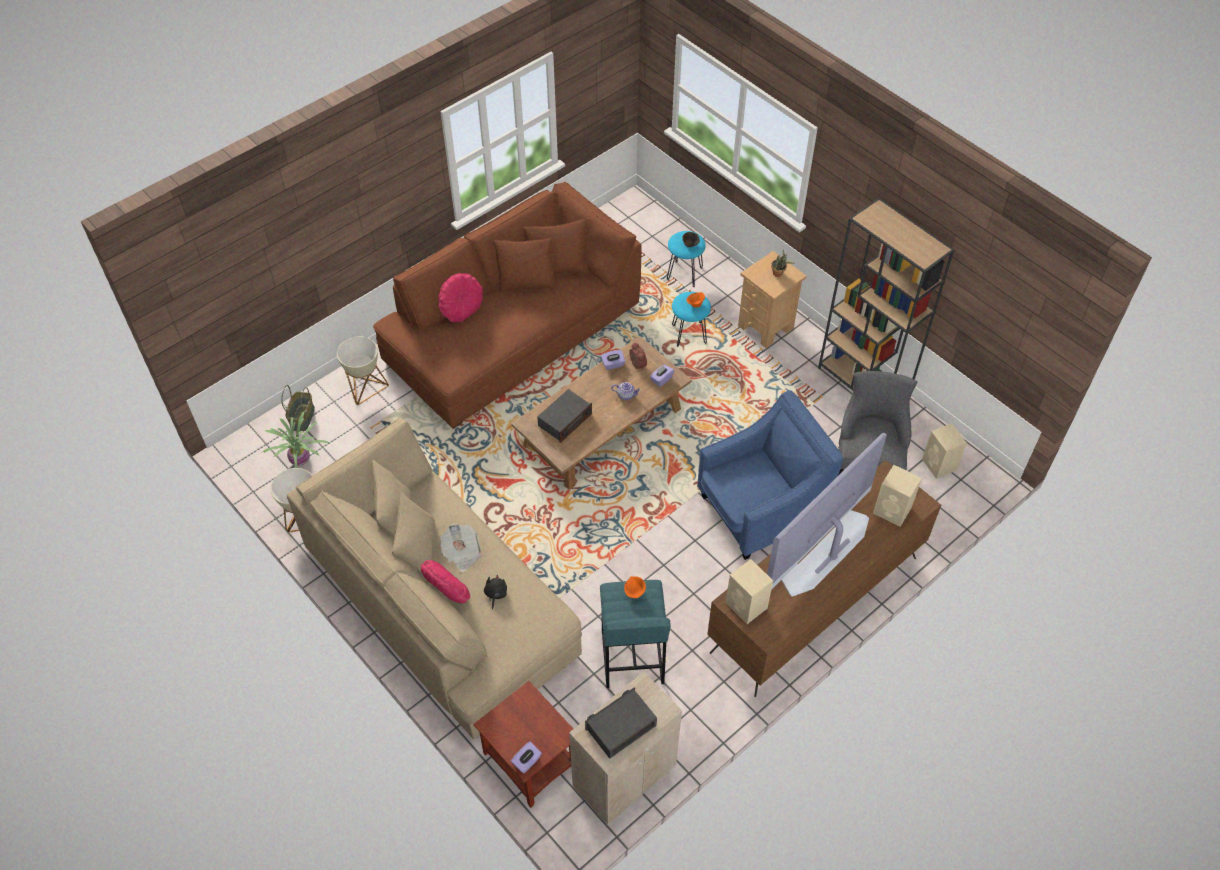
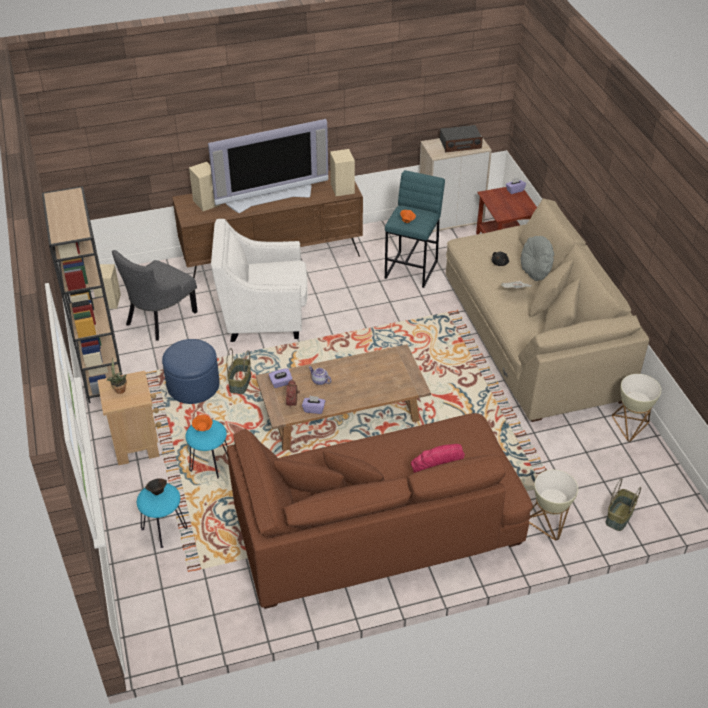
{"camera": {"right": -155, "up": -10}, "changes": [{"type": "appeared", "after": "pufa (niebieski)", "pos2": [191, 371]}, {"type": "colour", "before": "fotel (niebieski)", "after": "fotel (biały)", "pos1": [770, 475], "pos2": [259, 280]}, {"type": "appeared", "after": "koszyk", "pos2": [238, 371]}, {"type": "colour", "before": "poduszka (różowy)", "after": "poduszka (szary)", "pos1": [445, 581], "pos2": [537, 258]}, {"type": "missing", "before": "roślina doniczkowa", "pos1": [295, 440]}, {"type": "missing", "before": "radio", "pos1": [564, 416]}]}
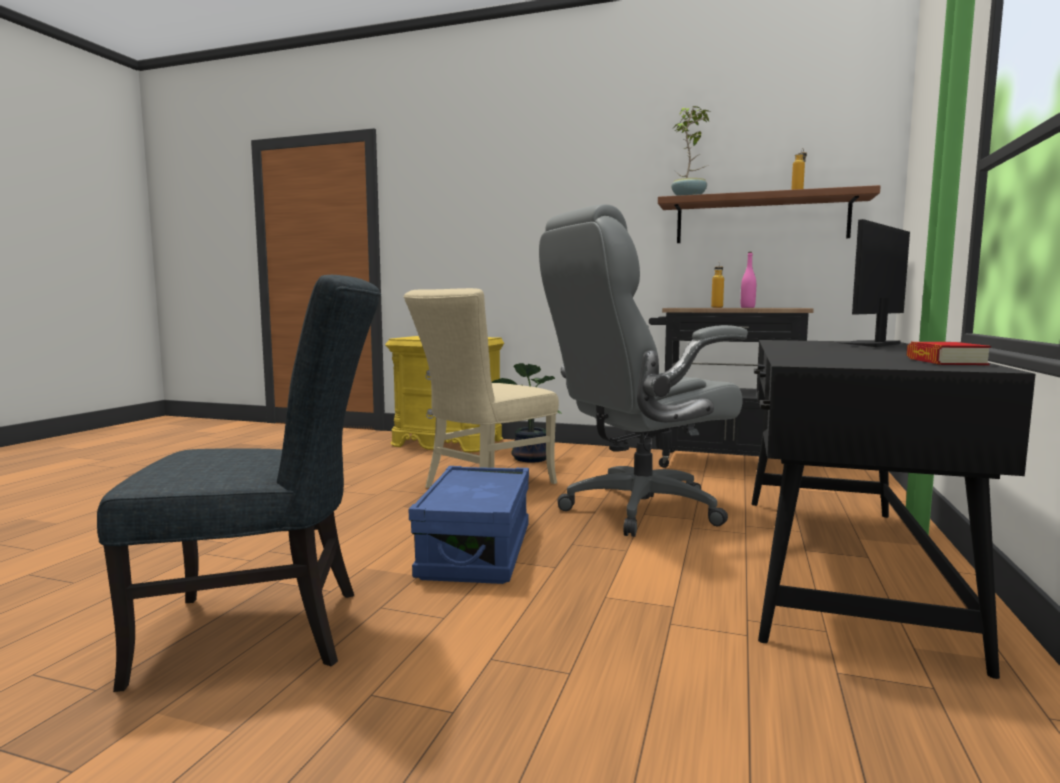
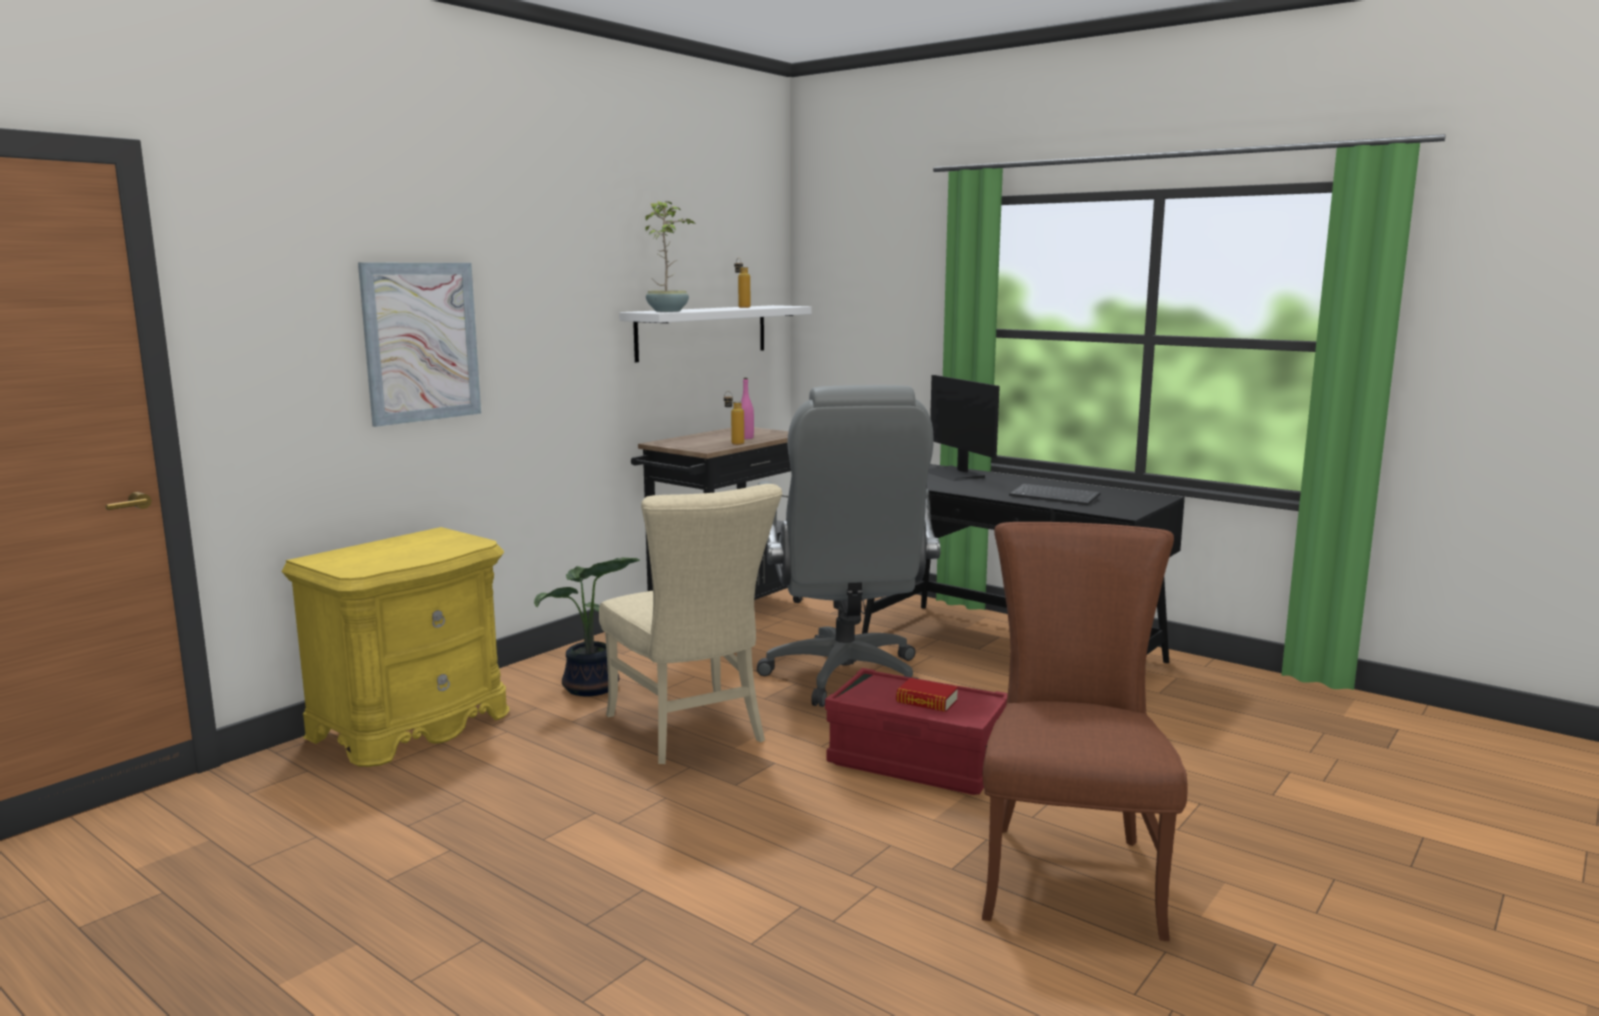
{"camera": {"right": -70, "up": 5}, "changes": [{"type": "appeared", "after": "obraz", "pos2": [419, 345]}, {"type": "colour", "before": "półka (brązowy)", "after": "półka (biały)", "pos1": [769, 214], "pos2": [715, 333]}, {"type": "colour", "before": "pojemnik do przechowywania (niebieski)", "after": "pojemnik do przechowywania (czerwony)", "pos1": [469, 525], "pos2": [916, 731]}, {"type": "relocated", "before": "książka", "pos1": [949, 353], "pos2": [927, 695]}, {"type": "colour", "before": "krzesło (szary)", "after": "krzesło (brązowy)", "pos1": [239, 483], "pos2": [1084, 731]}, {"type": "appeared", "after": "klawiatura", "pos2": [1055, 494]}]}
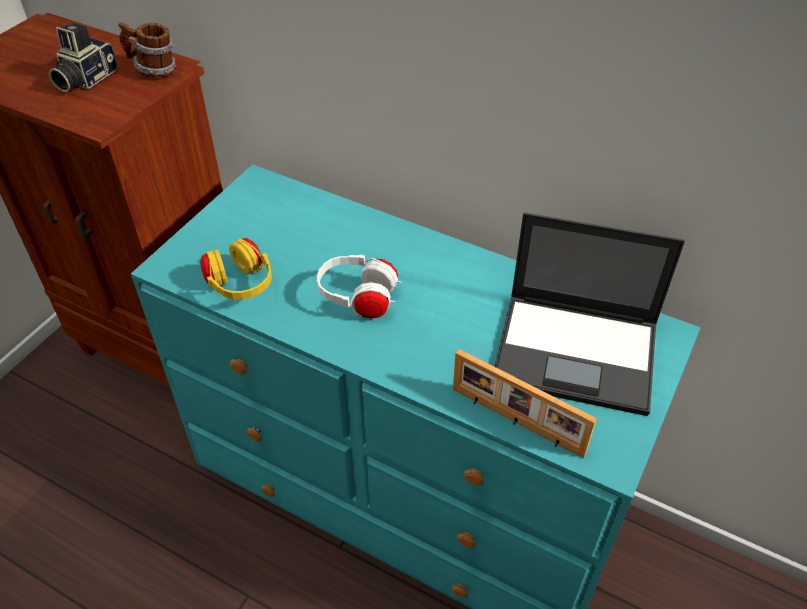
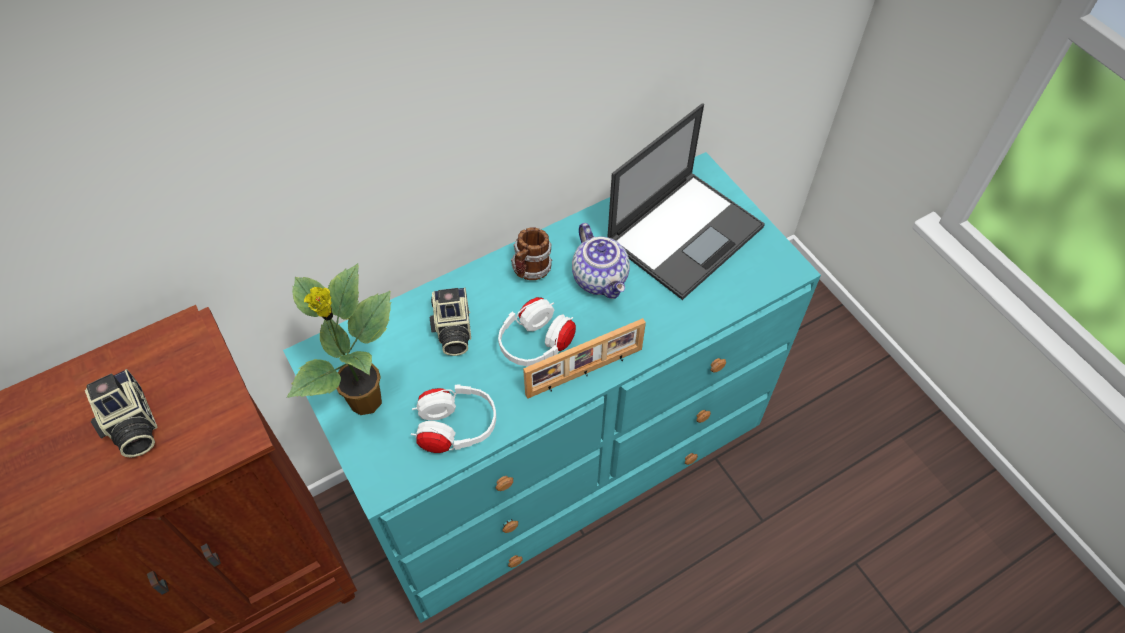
{"camera": {"right": -60, "up": 10}, "changes": [{"type": "appeared", "after": "roślina doniczkowa", "pos2": [339, 339]}, {"type": "colour", "before": "słuchawki (żółty)", "after": "słuchawki (biały)", "pos1": [236, 269], "pos2": [453, 419]}, {"type": "appeared", "after": "aparat fotograficzny", "pos2": [450, 321]}, {"type": "relocated", "before": "kubek", "pos1": [147, 50], "pos2": [531, 254]}, {"type": "relocated", "before": "ramka na zdjęcie", "pos1": [525, 403], "pos2": [584, 358]}, {"type": "appeared", "after": "imbryk", "pos2": [601, 261]}]}
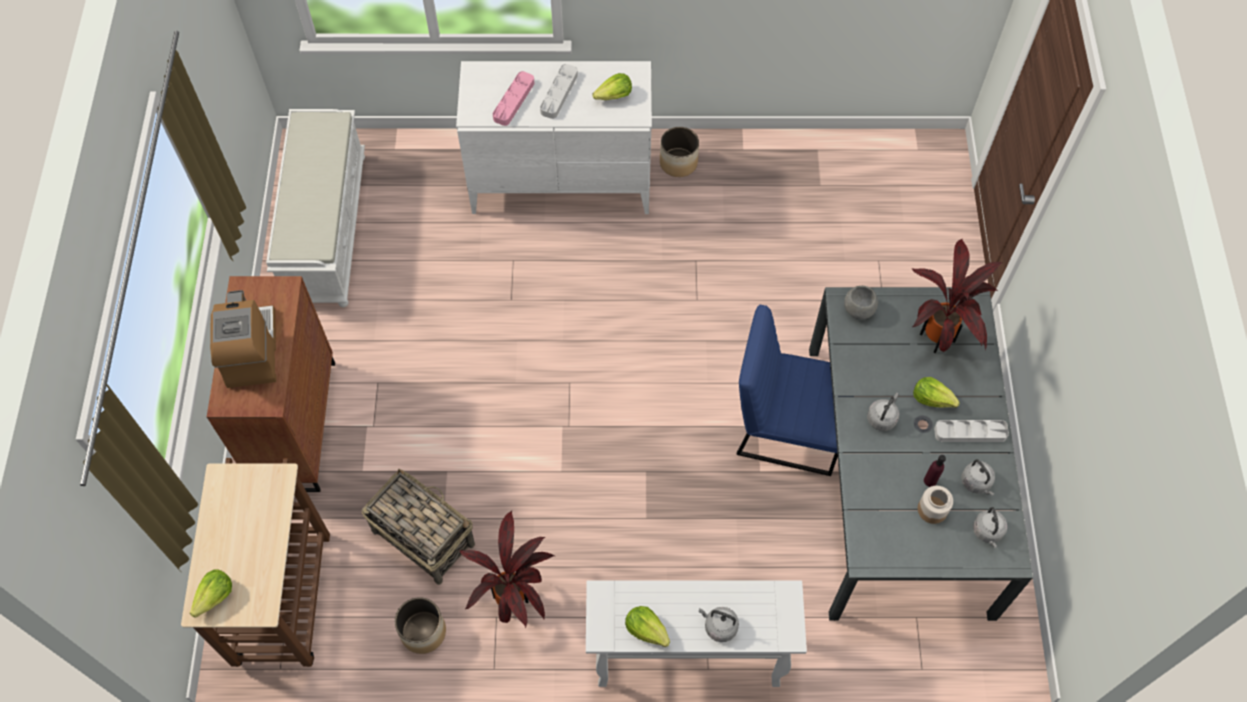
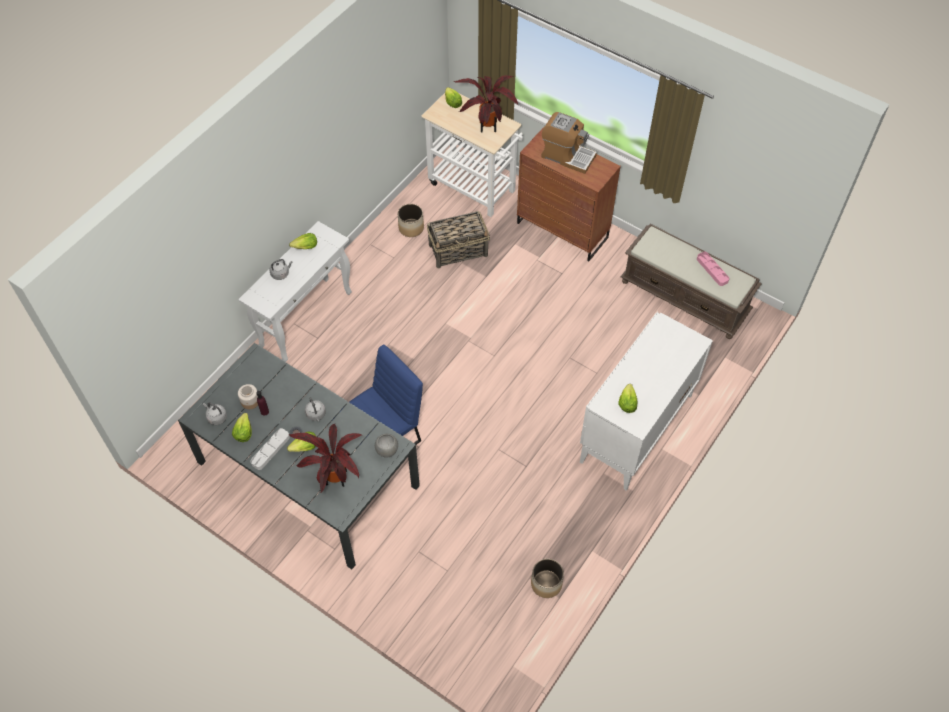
{"camera": {"right": 125, "up": -5}, "changes": [{"type": "exchanged", "before": "czajnik (szary)", "after": "sałata", "pos1": [978, 477], "pos2": [242, 427]}, {"type": "colour", "before": "wózek (brązowy)", "after": "wózek (biały)", "pos1": [255, 562], "pos2": [472, 155]}, {"type": "relocated", "before": "roślina doniczkowa", "pos1": [507, 569], "pos2": [485, 104]}, {"type": "relocated", "before": "donica", "pos1": [679, 152], "pos2": [547, 578]}, {"type": "colour", "before": "ławka (biały)", "after": "ławka (brązowy)", "pos1": [315, 208], "pos2": [691, 281]}, {"type": "relocated", "before": "taca (różowy)", "pos1": [514, 98], "pos2": [713, 269]}, {"type": "missing", "before": "taca (szary)", "pos1": [559, 91]}]}
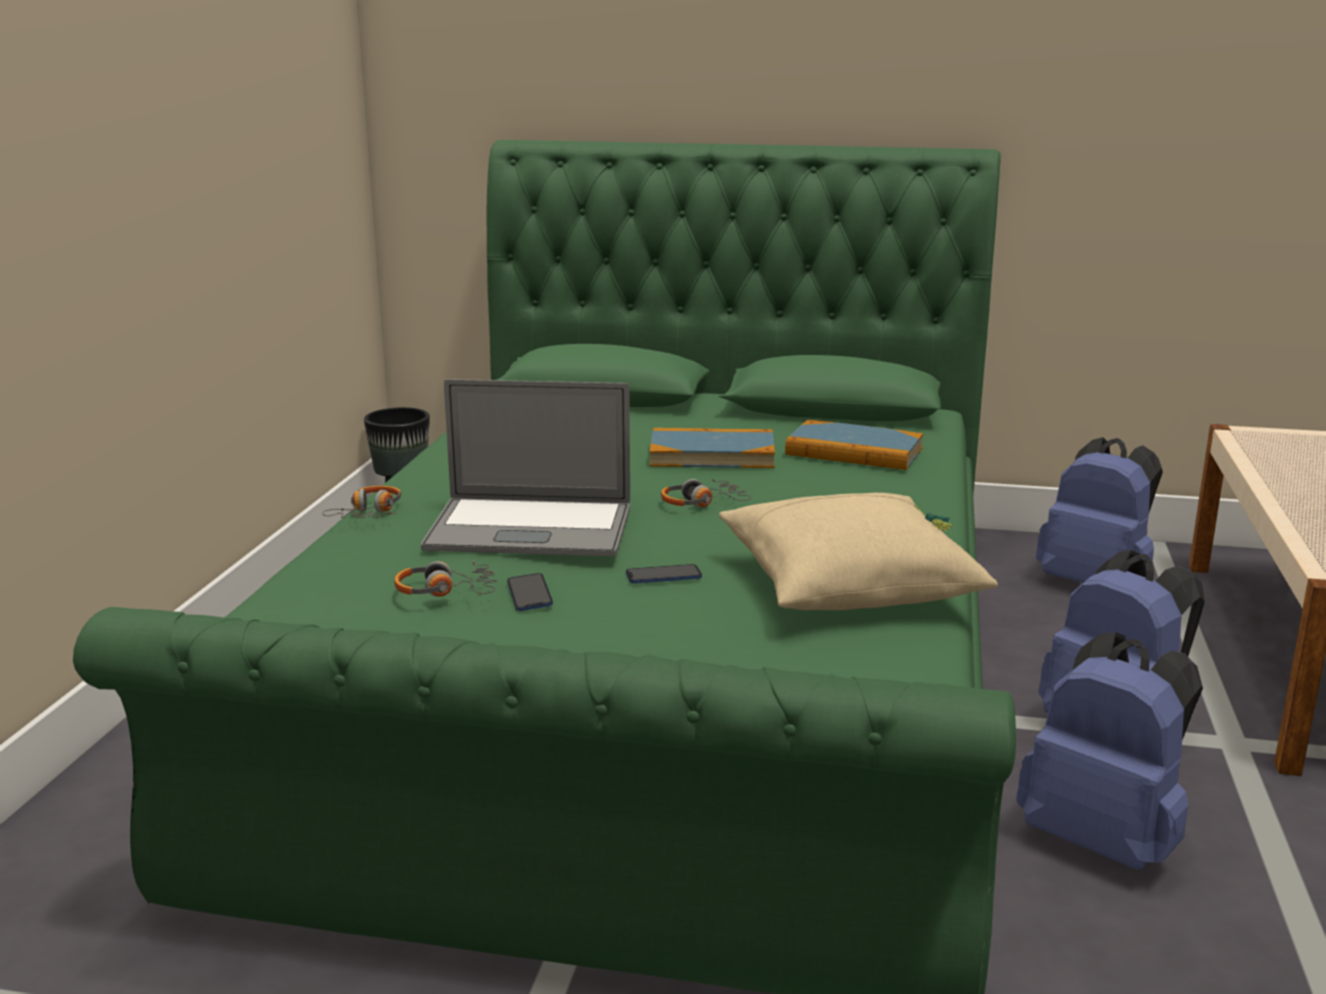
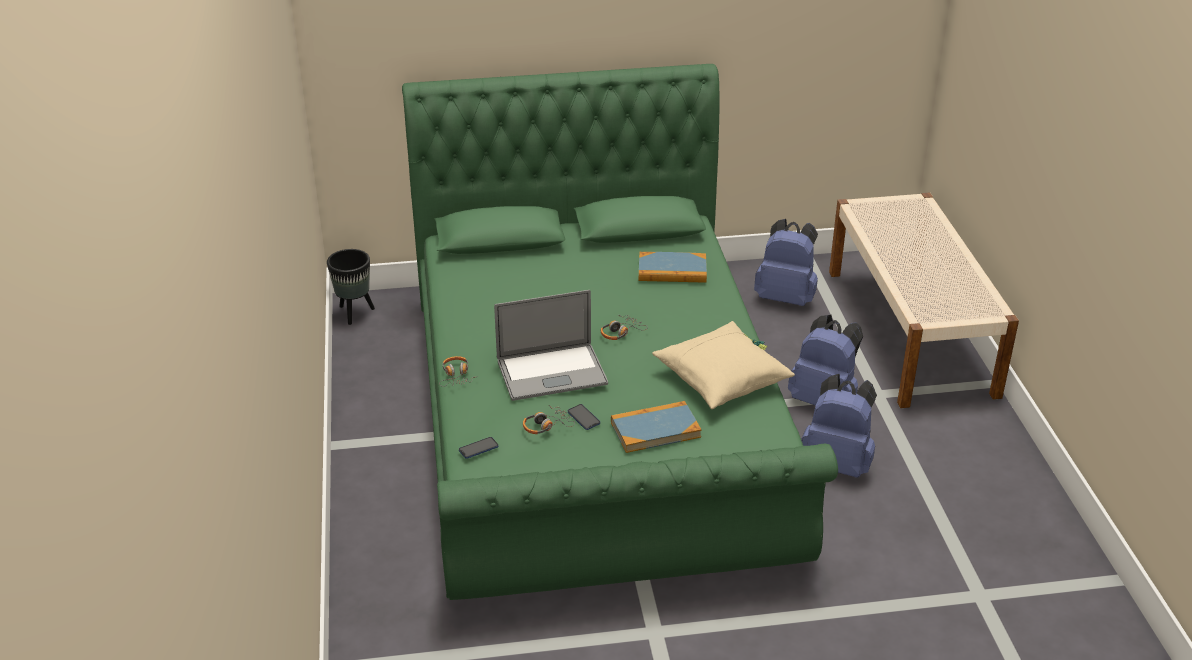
{"camera": {"right": -20, "up": 15}, "changes": [{"type": "relocated", "before": "telefon", "pos1": [664, 574], "pos2": [479, 448]}, {"type": "relocated", "before": "książka", "pos1": [712, 448], "pos2": [656, 427]}]}
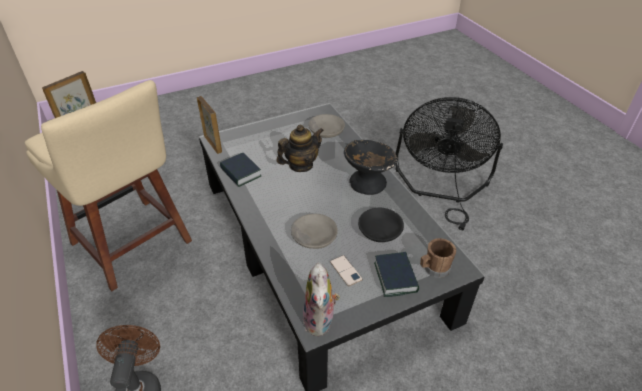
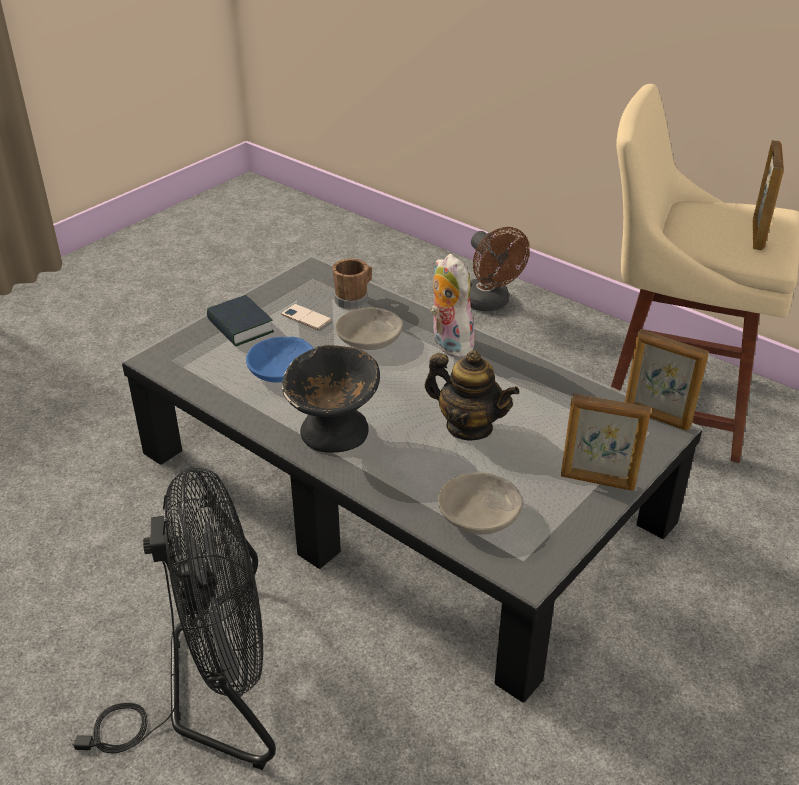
{"camera": {"right": 155, "up": -5}, "changes": [{"type": "spun", "before": "wentylator (czarny)", "pos1": [449, 163], "pos2": [173, 618], "turn": -90}, {"type": "colour", "before": "miska (czarny)", "after": "miska (niebieski)", "pos1": [381, 225], "pos2": [280, 359]}, {"type": "relocated", "before": "kubek (brązowy)", "pos1": [438, 258], "pos2": [352, 283]}, {"type": "spun", "before": "imbryk", "pos1": [300, 148], "pos2": [472, 395], "turn": -90}, {"type": "relocated", "before": "pluszak", "pos1": [321, 299], "pos2": [454, 305]}, {"type": "appeared", "after": "ramka na zdjęcie", "pos2": [606, 442]}, {"type": "missing", "before": "książka", "pos1": [240, 170]}]}
